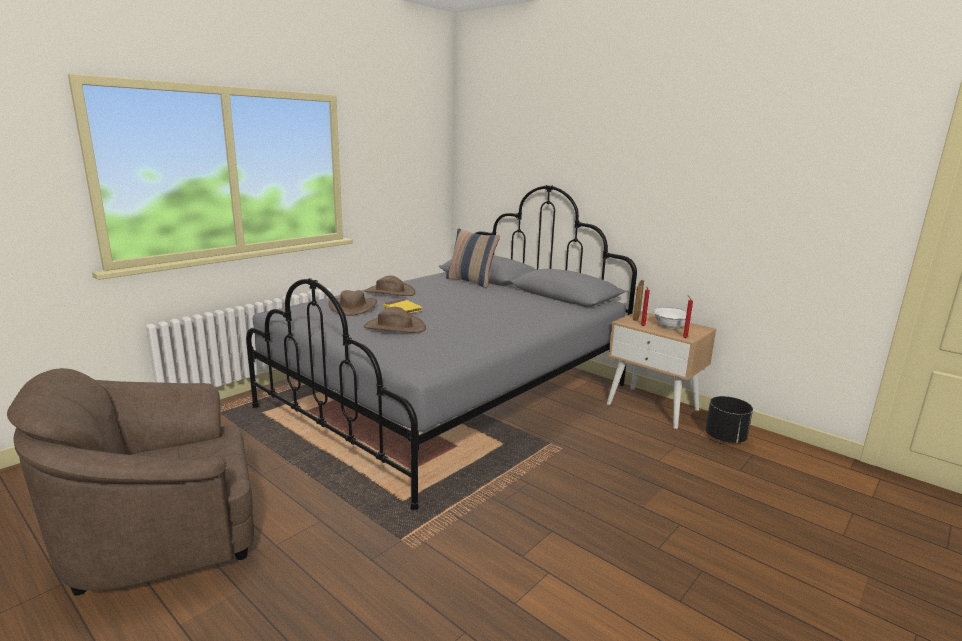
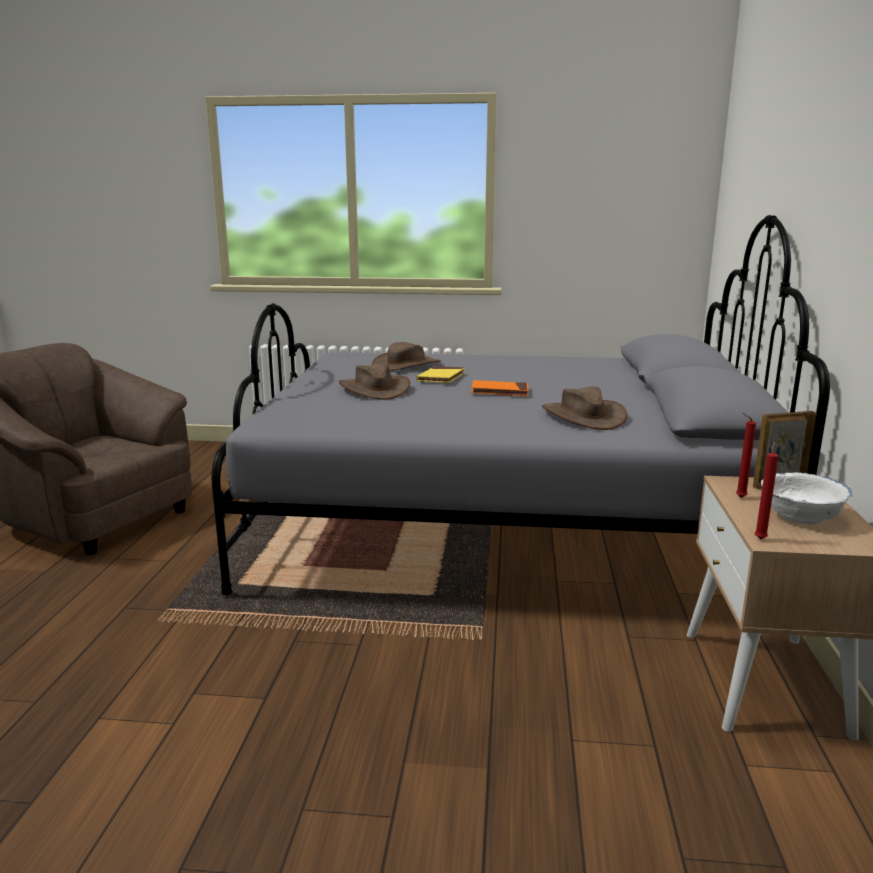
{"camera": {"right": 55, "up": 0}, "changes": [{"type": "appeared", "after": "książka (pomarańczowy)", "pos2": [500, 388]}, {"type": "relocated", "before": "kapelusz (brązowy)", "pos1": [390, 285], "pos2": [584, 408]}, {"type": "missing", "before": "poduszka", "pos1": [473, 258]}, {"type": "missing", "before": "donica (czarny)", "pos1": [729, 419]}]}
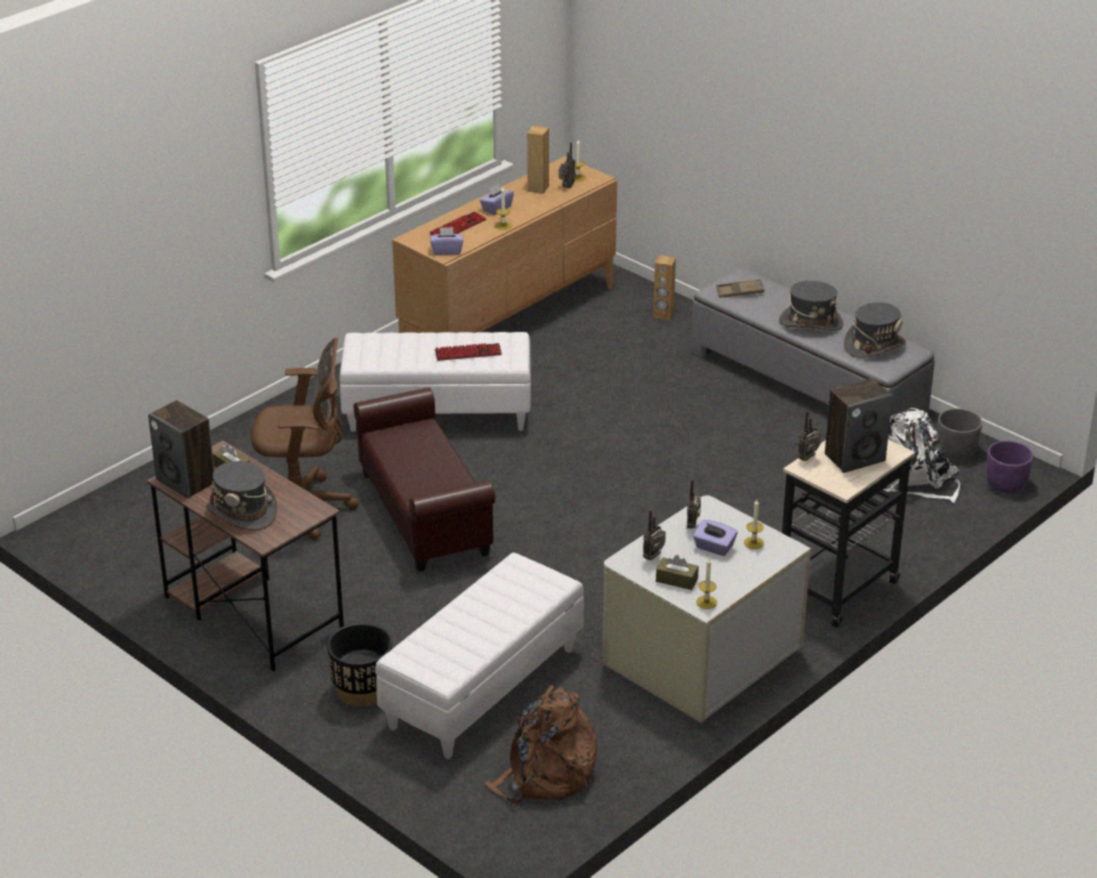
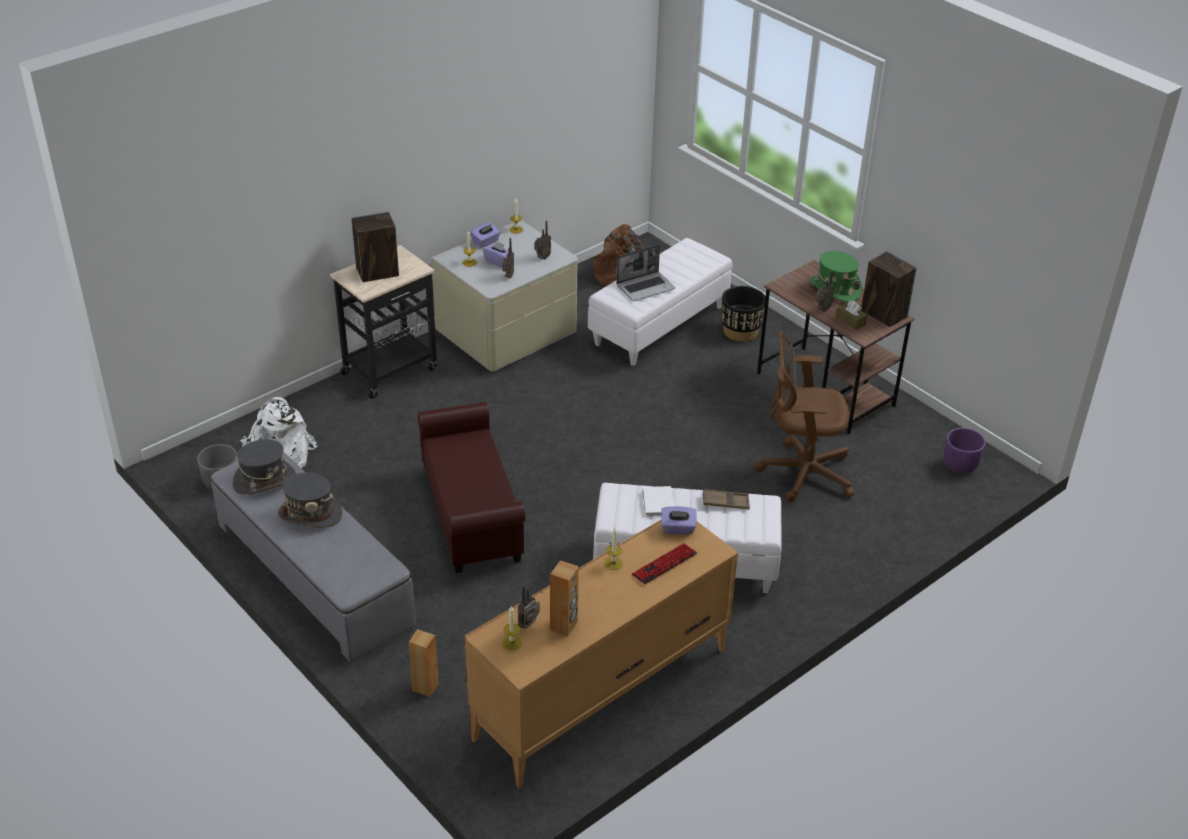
{"camera": {"right": -175, "up": 5}, "changes": [{"type": "relocated", "before": "pufa (brązowy)", "pos1": [424, 480], "pos2": [471, 487]}, {"type": "relocated", "before": "pudełko chusteczek (fioletowy)", "pos1": [497, 199], "pos2": [485, 235]}, {"type": "appeared", "after": "laptop", "pos2": [645, 273]}, {"type": "exchanged", "before": "klawiatura", "after": "książka (biały)", "pos1": [468, 352], "pos2": [658, 501]}, {"type": "relocated", "before": "taca (brązowy)", "pos1": [740, 288], "pos2": [726, 499]}, {"type": "colour", "before": "kapelusz (szary)", "after": "kapelusz (zielony)", "pos1": [241, 496], "pos2": [835, 276]}, {"type": "relocated", "before": "radio", "pos1": [809, 436], "pos2": [825, 291]}, {"type": "relocated", "before": "donica (fioletowy)", "pos1": [1009, 467], "pos2": [965, 451]}, {"type": "missing", "before": "pudełko chusteczek (brązowy)", "pos1": [677, 572]}]}
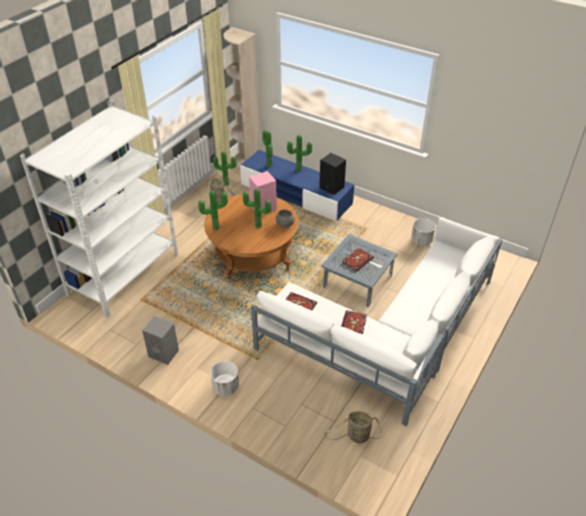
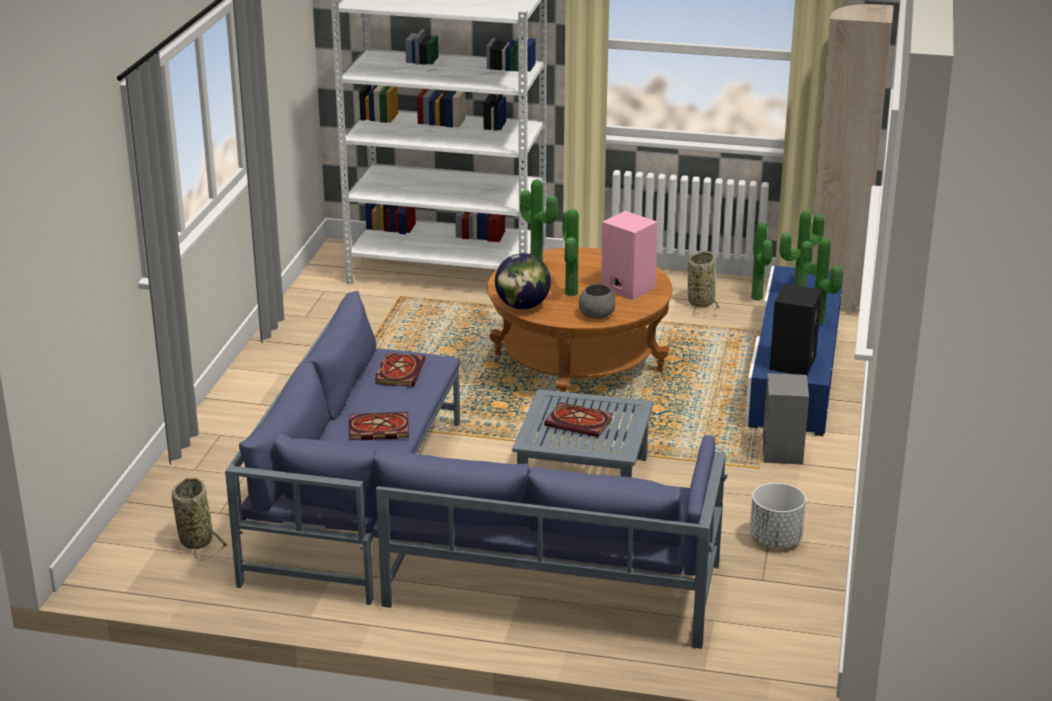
{"camera": {"right": 70, "up": -15}, "changes": [{"type": "colour", "before": "kanapa (biały)", "after": "kanapa (niebieski)", "pos1": [376, 321], "pos2": [476, 470]}, {"type": "appeared", "after": "globus", "pos2": [523, 281]}, {"type": "relocated", "before": "głośnik (szary)", "pos1": [160, 340], "pos2": [785, 419]}, {"type": "missing", "before": "donica (biały)", "pos1": [225, 378]}]}
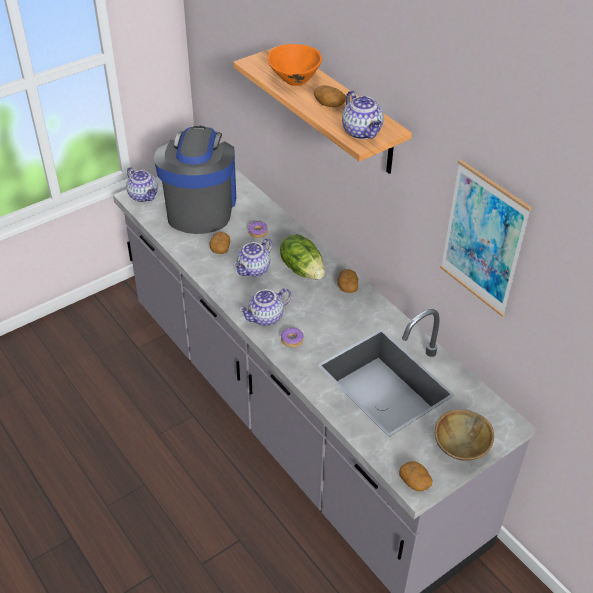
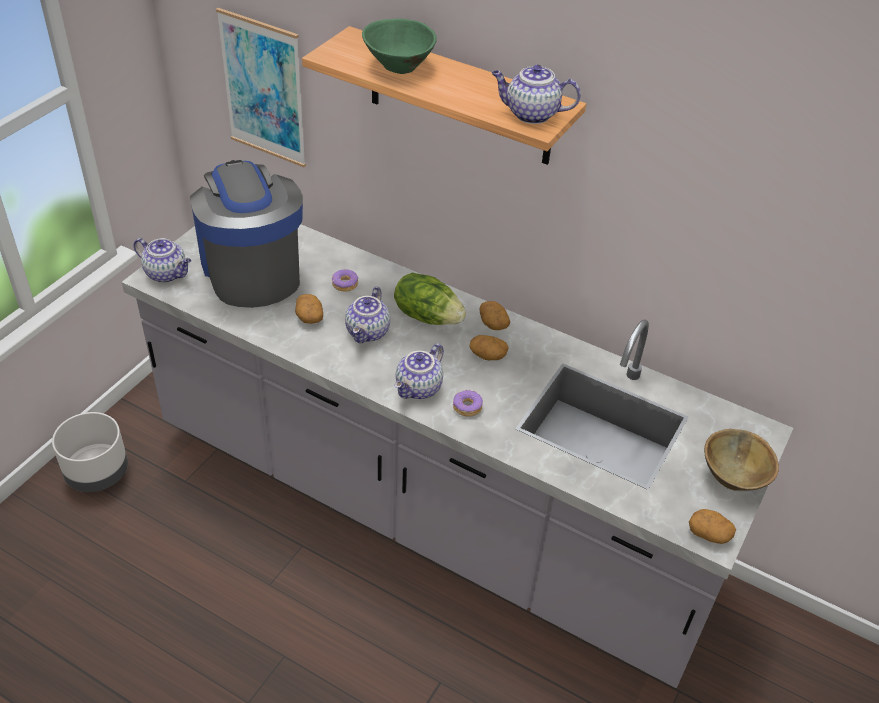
{"camera": {"right": -25, "up": 0}, "changes": [{"type": "appeared", "after": "donica (szary)", "pos2": [90, 452]}, {"type": "relocated", "before": "obraz", "pos1": [486, 238], "pos2": [261, 87]}, {"type": "colour", "before": "miska (pomarańczowy)", "after": "miska (zielony)", "pos1": [295, 65], "pos2": [399, 46]}, {"type": "relocated", "before": "ziemniak", "pos1": [330, 96], "pos2": [489, 347]}, {"type": "spun", "before": "imbryk", "pos1": [363, 115], "pos2": [536, 94], "turn": 150}]}
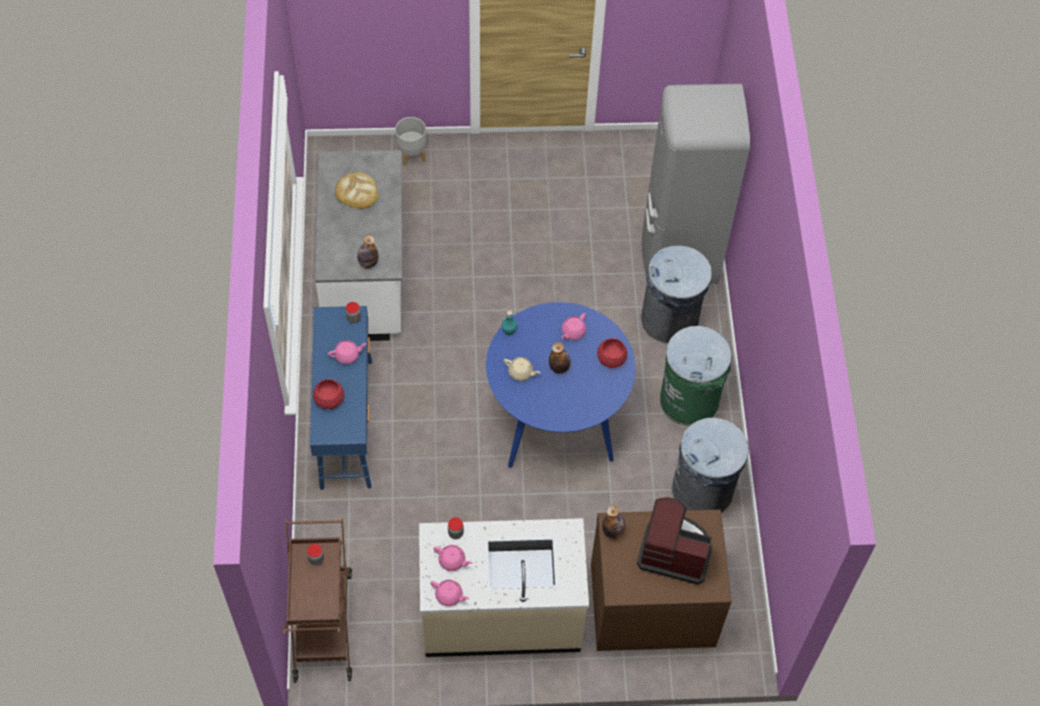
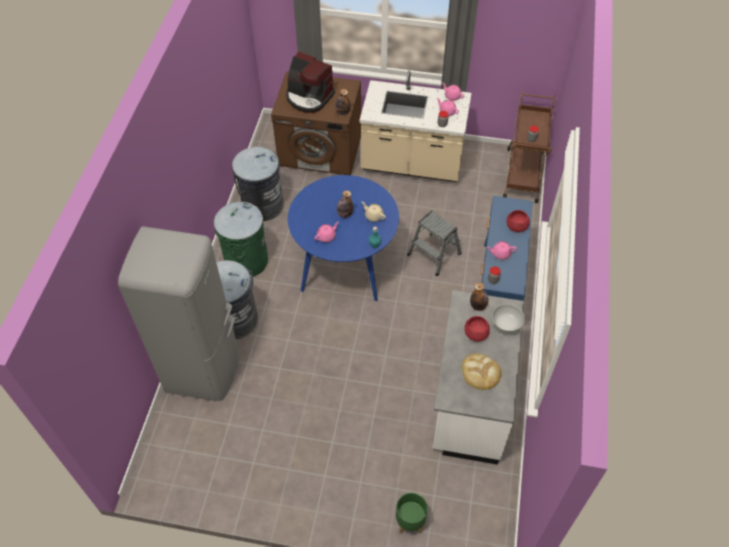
{"camera": {"right": -165, "up": -5}, "changes": [{"type": "colour", "before": "donica (szary)", "after": "donica (zielony)", "pos1": [411, 141], "pos2": [412, 513]}, {"type": "appeared", "after": "drabinka (szary)", "pos2": [434, 243]}, {"type": "relocated", "before": "miska (czerwony)", "pos1": [612, 353], "pos2": [477, 329]}, {"type": "appeared", "after": "miska (biały)", "pos2": [508, 318]}]}
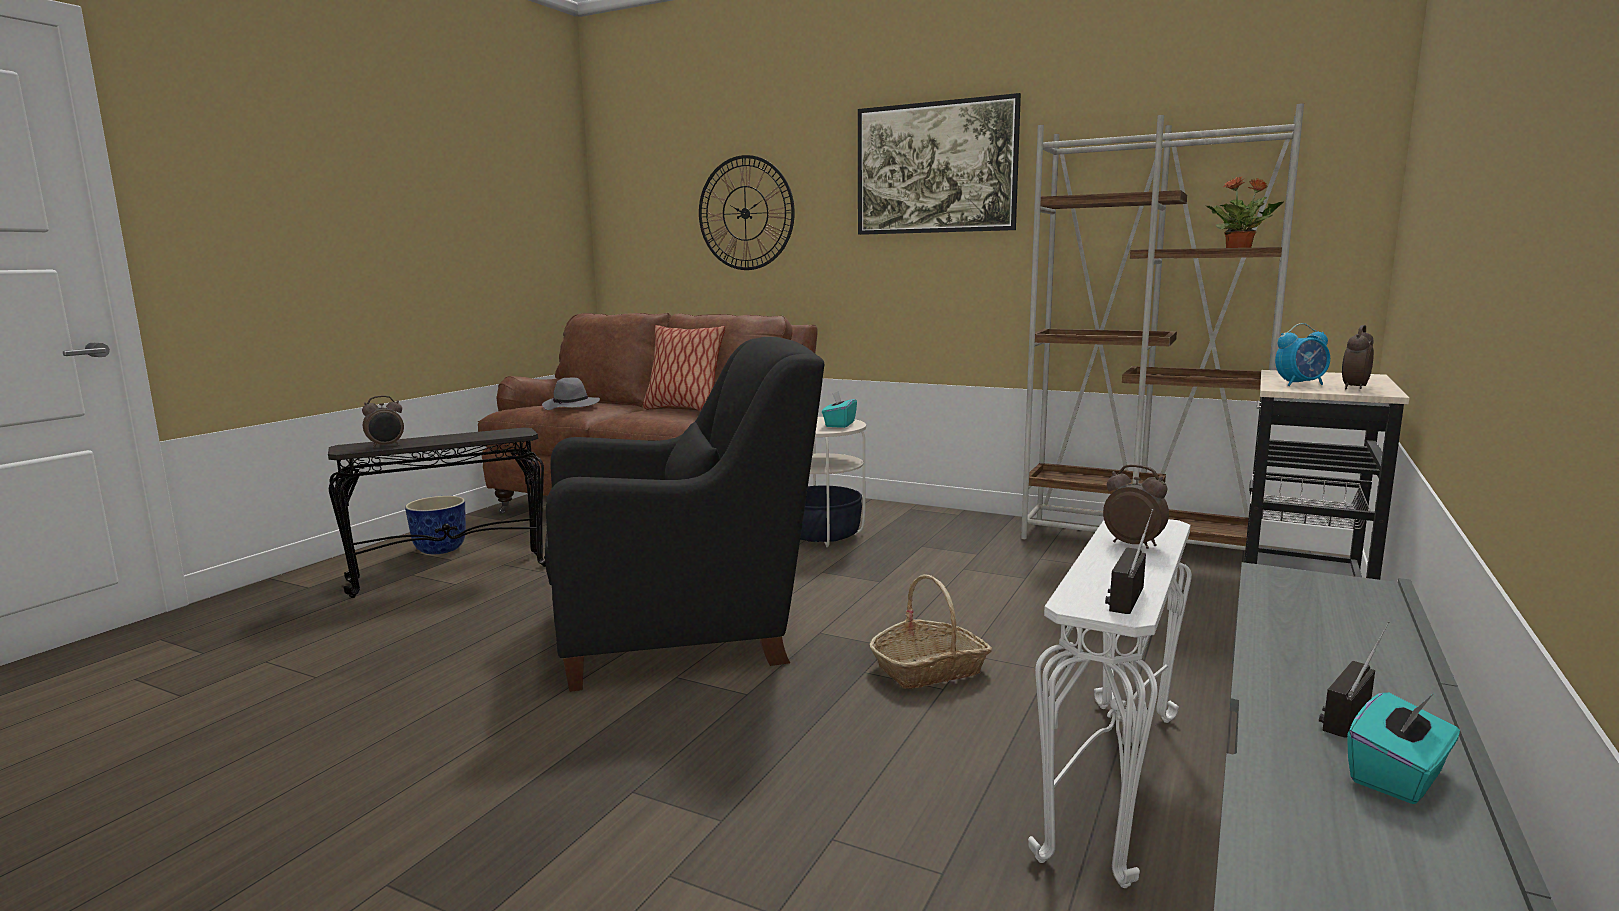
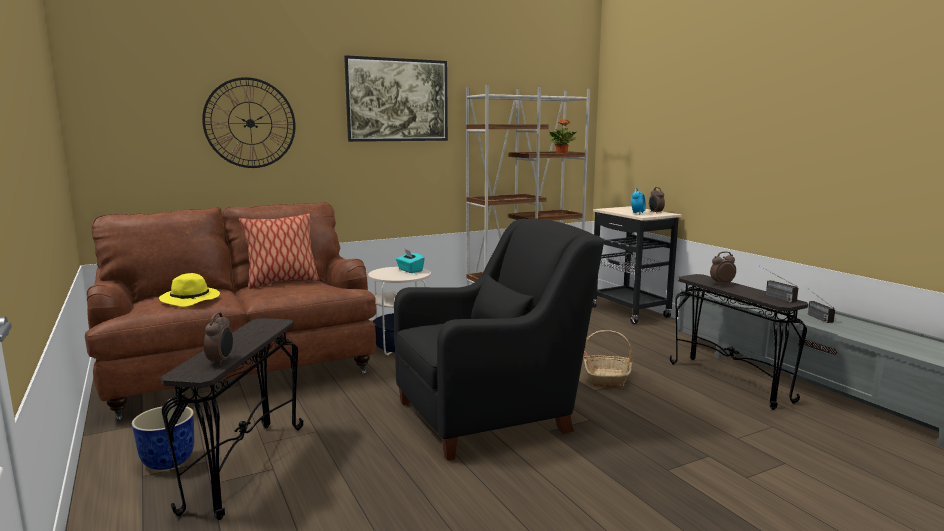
{"camera": {"right": -55, "up": 0}, "changes": [{"type": "colour", "before": "kapelusz (szary)", "after": "kapelusz (żółty)", "pos1": [571, 394], "pos2": [189, 290]}, {"type": "spun", "before": "fotel (czarny)", "pos1": [685, 514], "pos2": [499, 340], "turn": 45}, {"type": "colour", "before": "stolik (biały)", "after": "stolik (czarny)", "pos1": [1110, 703], "pos2": [739, 342]}, {"type": "missing", "before": "pudełko chusteczek (turkusowy)", "pos1": [1403, 748]}]}
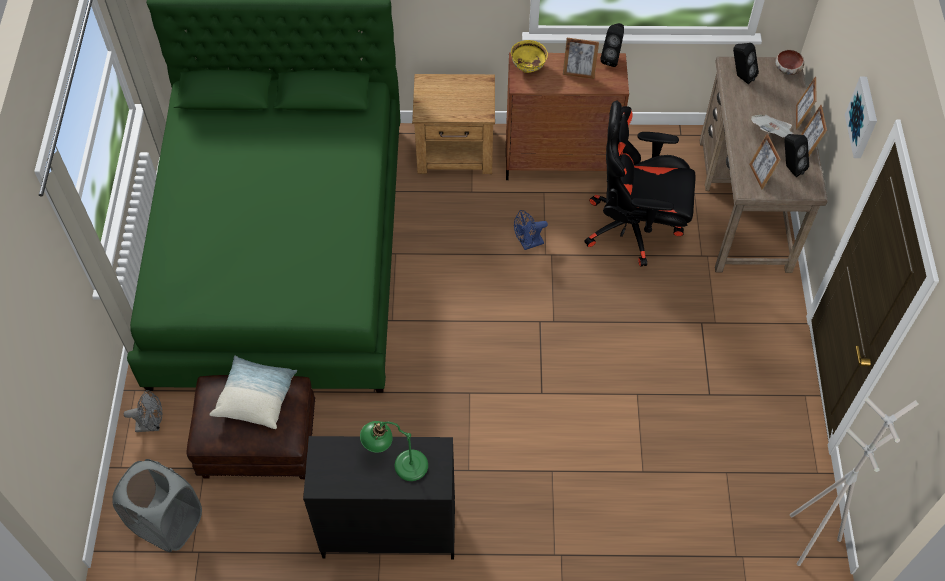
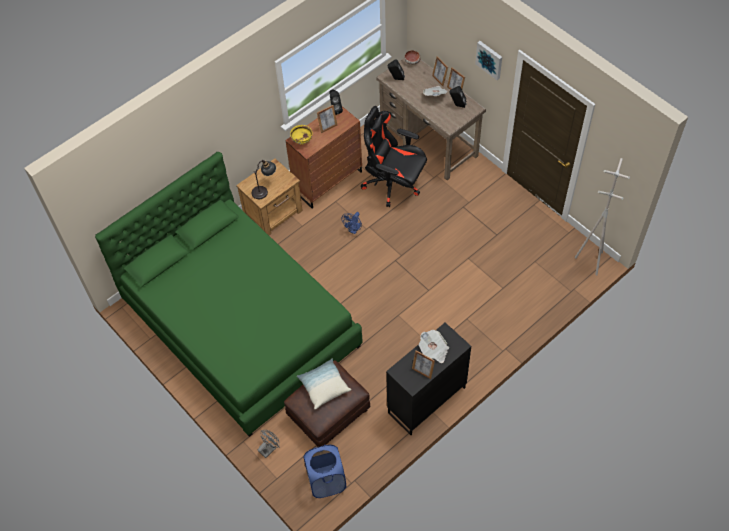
{"camera": {"right": -40, "up": 0}, "changes": [{"type": "appeared", "after": "lampa stołowa (szary)", "pos2": [264, 179]}, {"type": "colour", "before": "kosz na pranie (szary)", "after": "kosz na pranie (niebieski)", "pos1": [157, 505], "pos2": [324, 471]}, {"type": "spun", "before": "krzesło biurowe (czarny)", "pos1": [639, 183], "pos2": [394, 156], "turn": 60}, {"type": "relocated", "before": "ramka na zdjęcie", "pos1": [765, 161], "pos2": [423, 364]}, {"type": "exchanged", "before": "lampa stołowa (zielony)", "after": "gazeta", "pos1": [394, 451], "pos2": [434, 346]}]}
